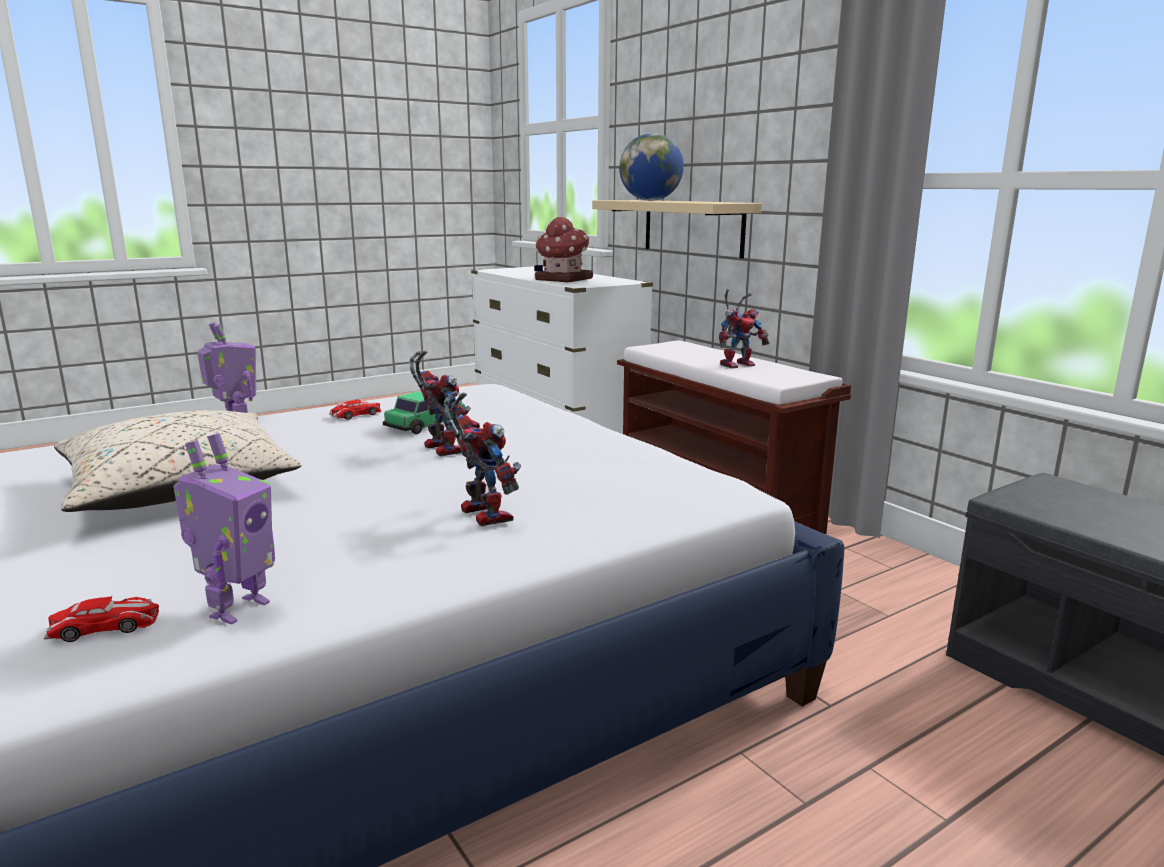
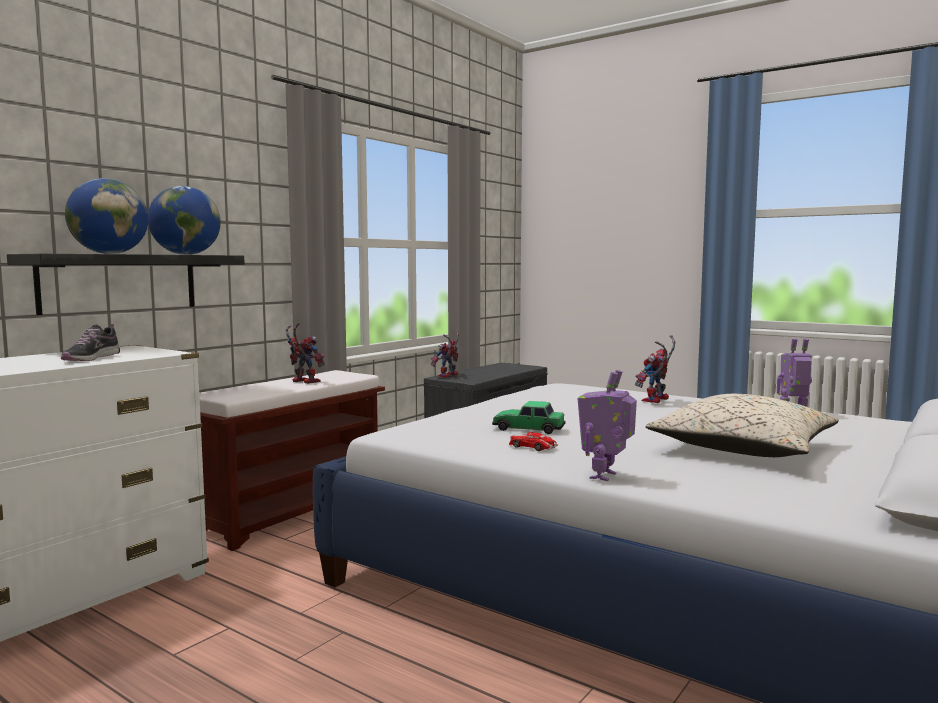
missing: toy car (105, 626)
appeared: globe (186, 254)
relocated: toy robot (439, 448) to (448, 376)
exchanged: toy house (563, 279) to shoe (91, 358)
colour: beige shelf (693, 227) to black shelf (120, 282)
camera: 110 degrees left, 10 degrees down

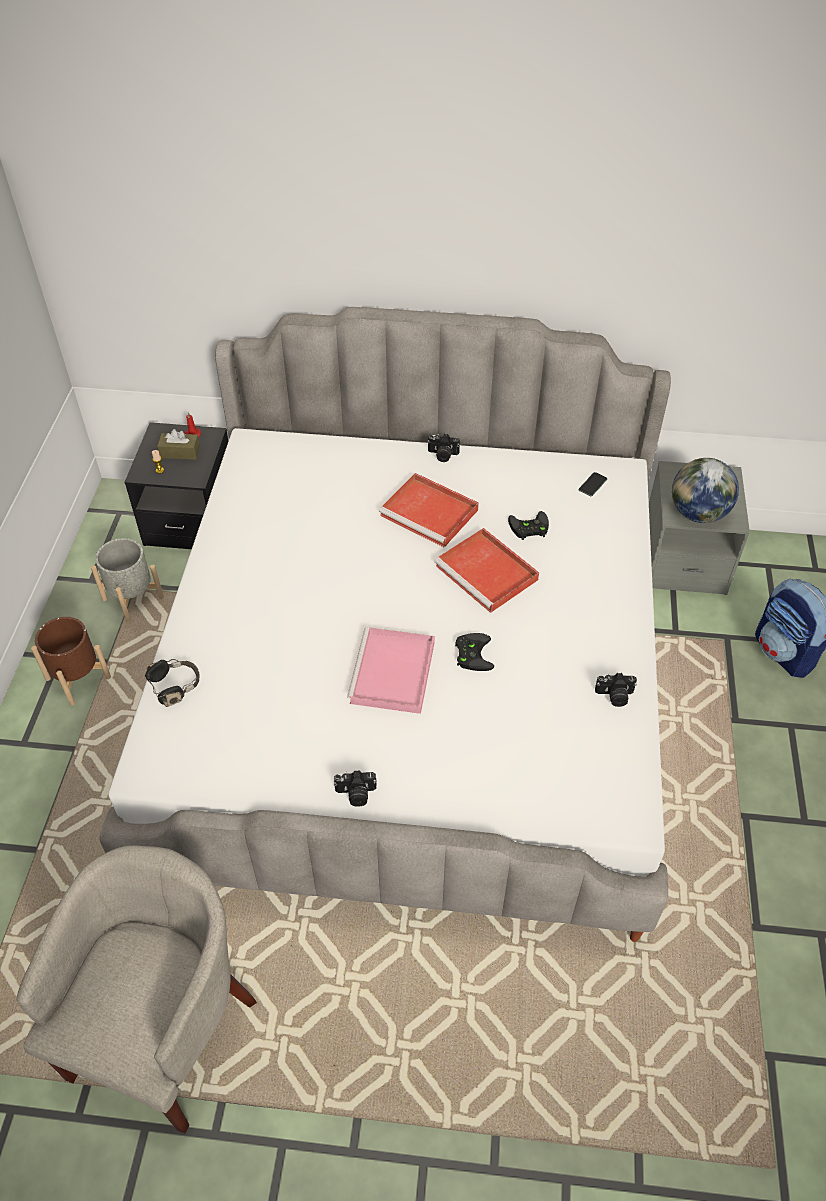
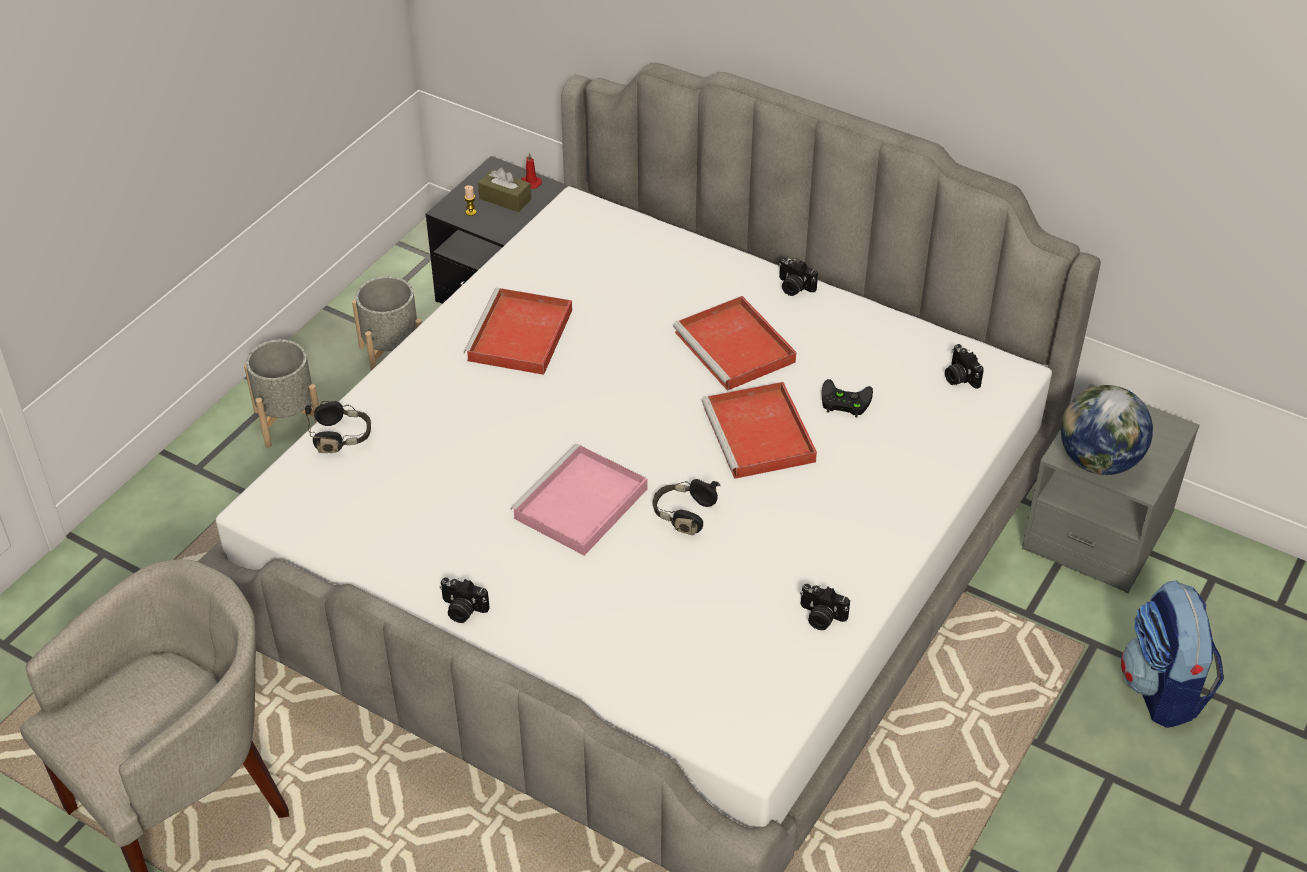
appeared: red tray (520, 337)
exchanged: black game controller (472, 653) to black headphones (683, 514); phone (592, 484) to photo camera (959, 377)
colour: brown planter (78, 678) to grey planter (288, 421)
camera: 25 degrees right, 5 degrees down

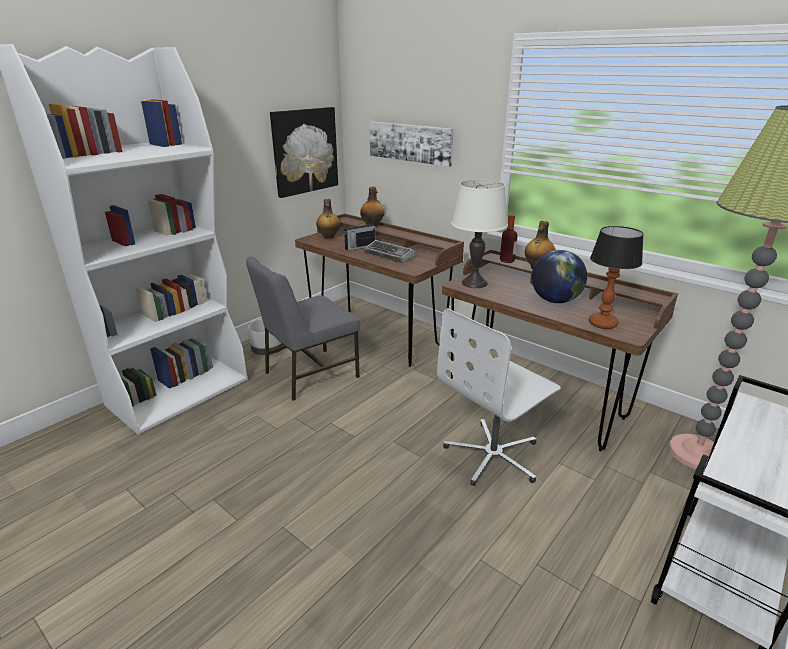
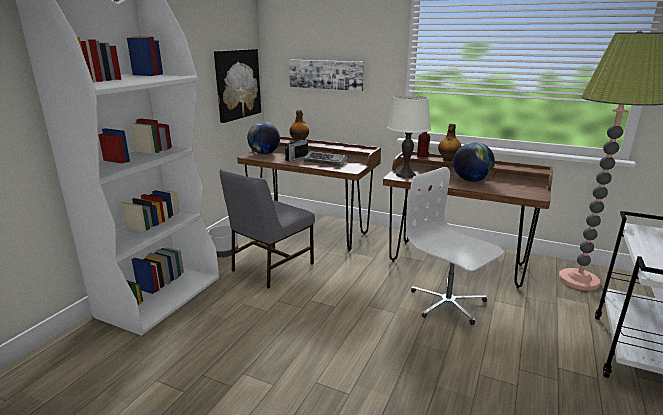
missing: table lamp (603, 324)
exchanged: bottle (328, 237) to globe (264, 153)
spun: white office chair (493, 455) = (447, 303) 105 degrees clockwise
camera: 15 degrees left, 5 degrees down

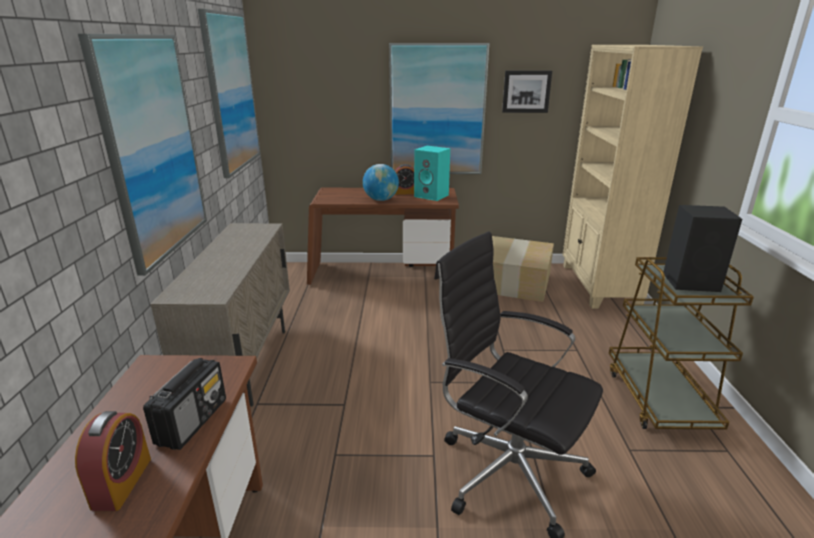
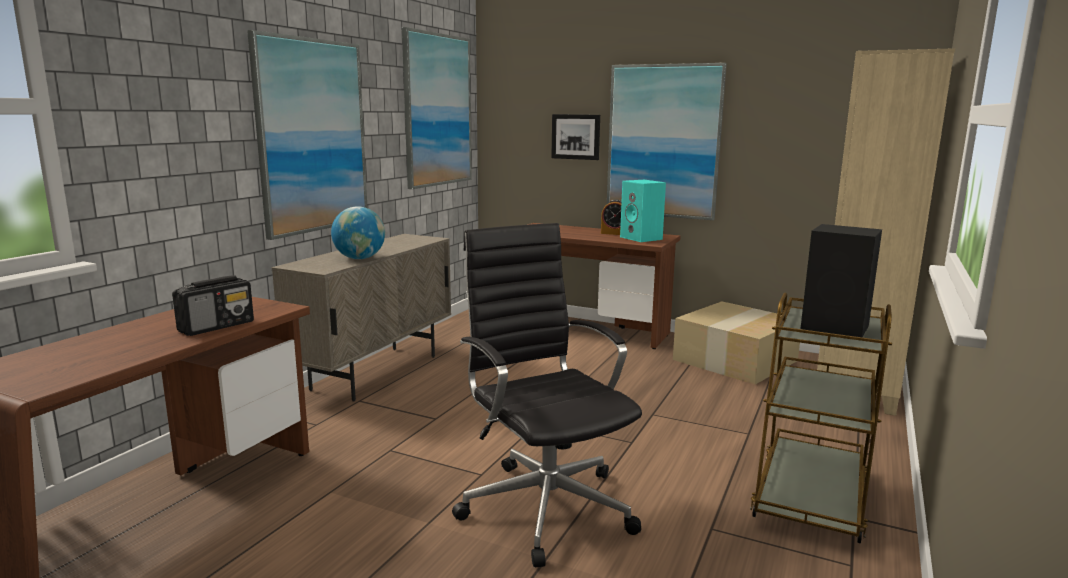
missing: alarm clock (122, 482)
relocated: globe (381, 200) to (359, 258); picture (526, 91) to (576, 136)
camera: 25 degrees right, 10 degrees down

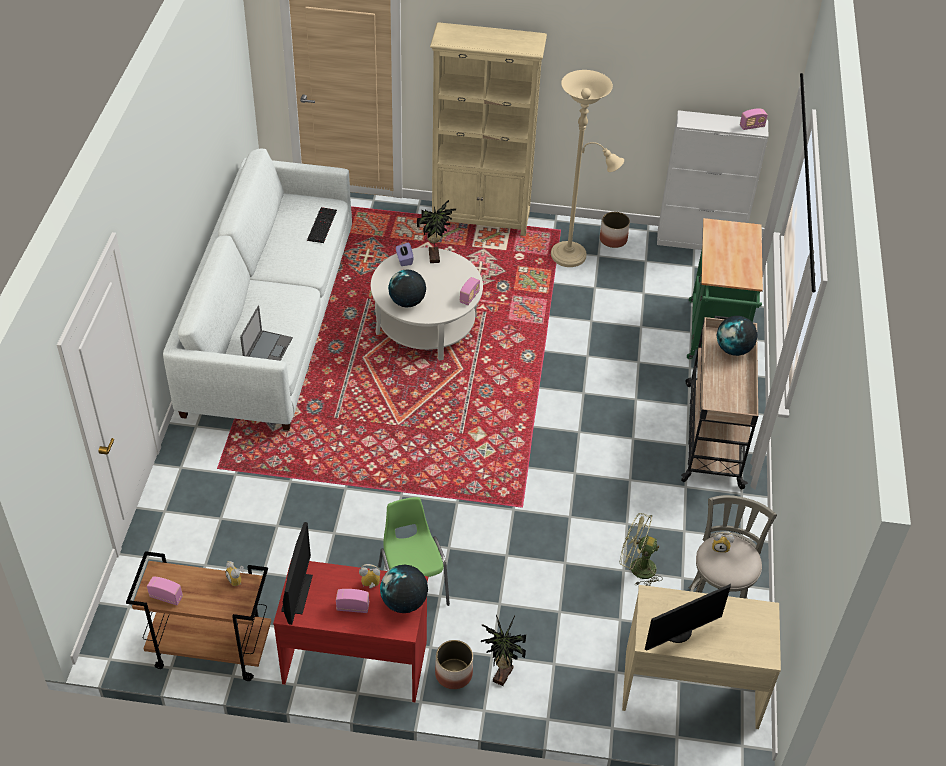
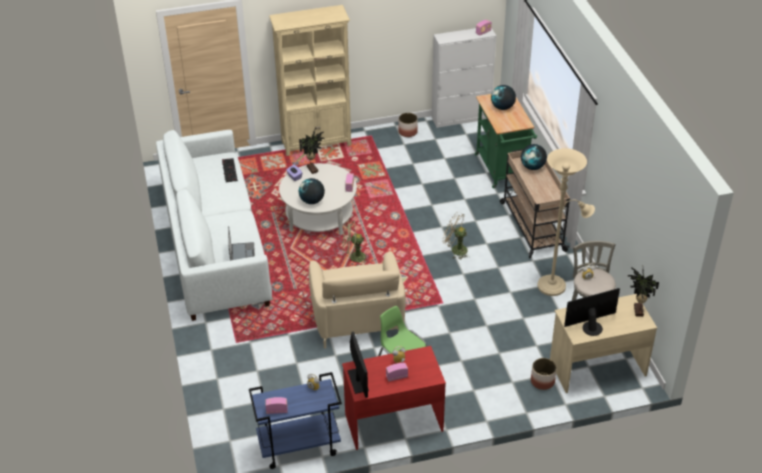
appeared: beige armchair (357, 317); beige fan (455, 250)
relocated: green fan (636, 568) to (354, 258); globe (404, 602) to (502, 107); planter (453, 673) to (542, 381); beige floor lamp (573, 256) to (555, 285); potted plant (501, 674) to (637, 311)
colour: brown cart (209, 650) to blue cart (298, 447)
spun: monitor (678, 632) = (591, 327) 150 degrees counterclockwise
camera: 20 degrees left, 5 degrees down

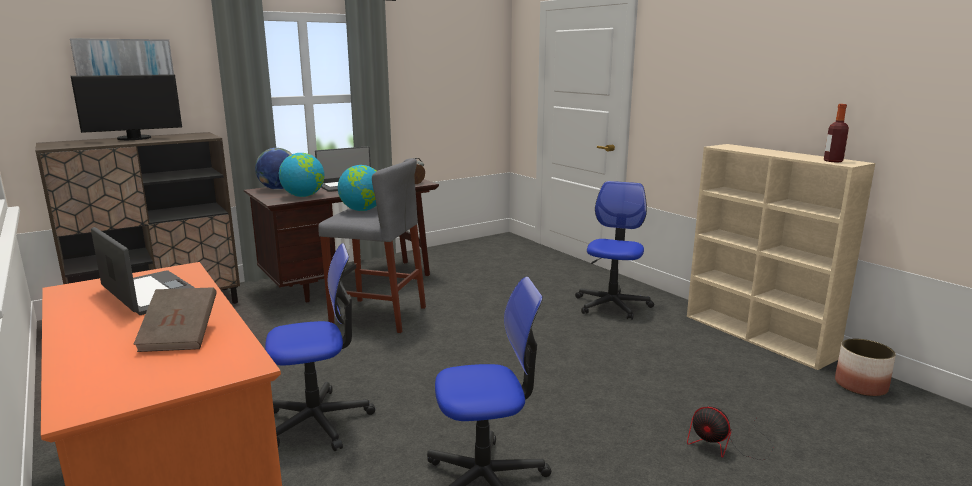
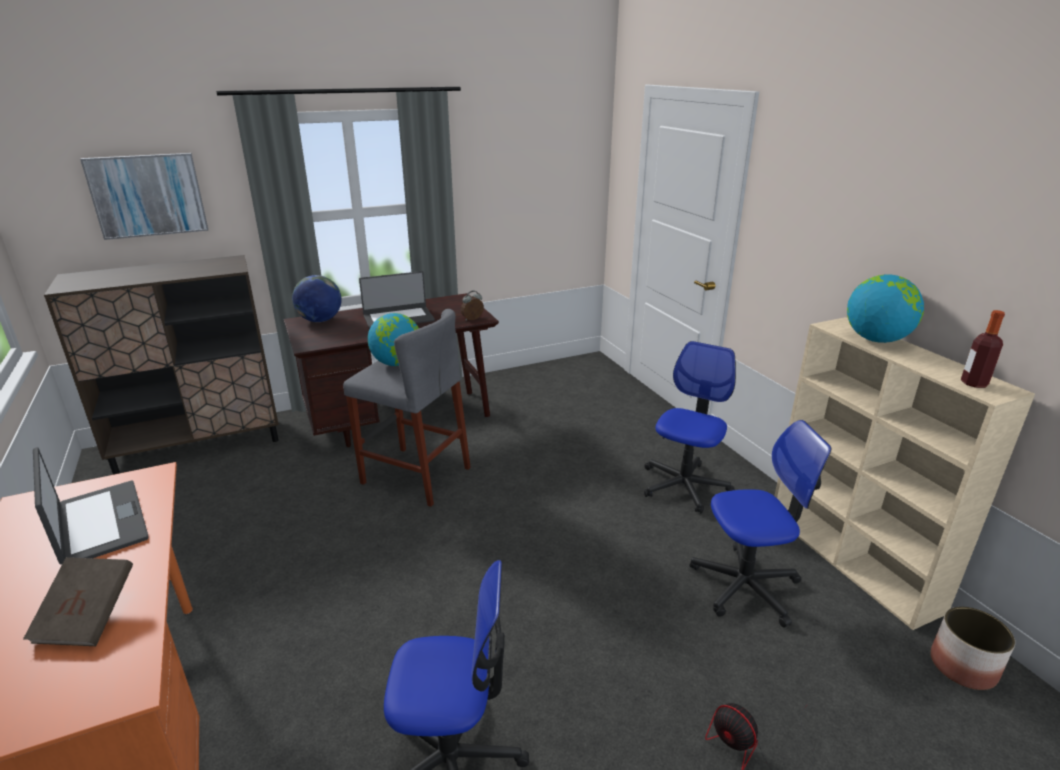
missing: monitor (134, 138)
relocated: office chair (318, 421) to (745, 586); globe (303, 196) to (876, 339)
camera: 10 degrees right, 10 degrees up

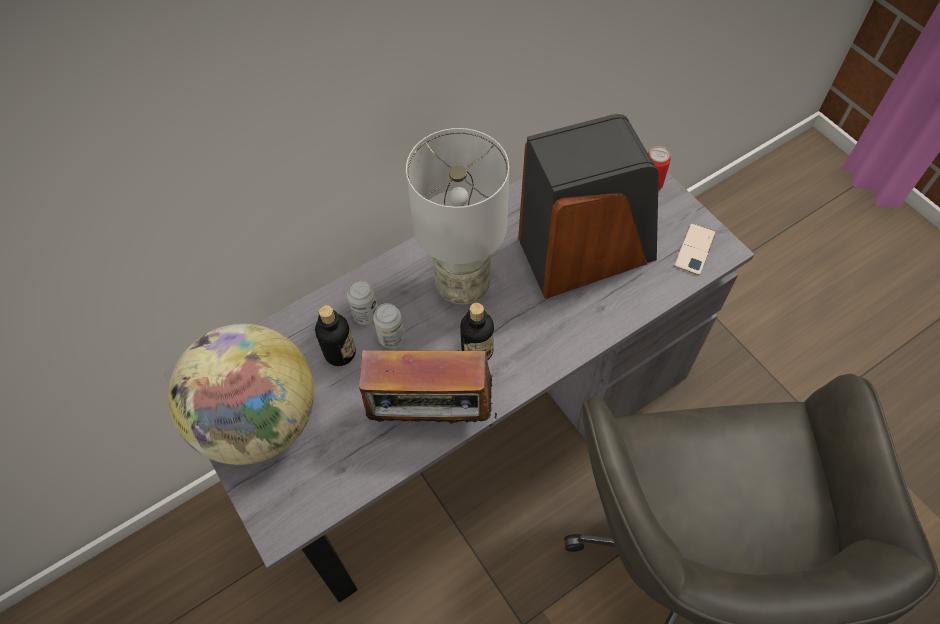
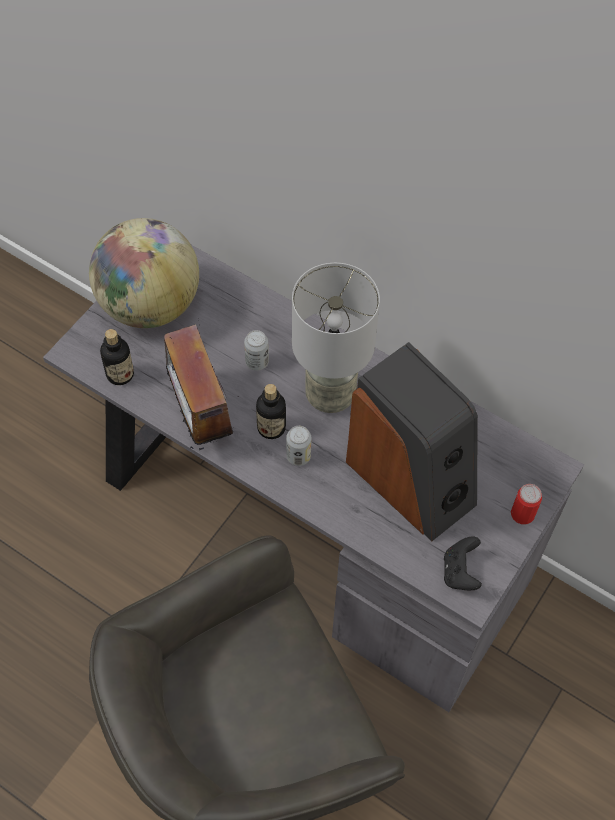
relocated: bottle (340, 353) to (120, 374); can (366, 315) to (298, 456)
exchanged: phone (694, 249) to black game controller (460, 572)
camera: 65 degrees right, 0 degrees up

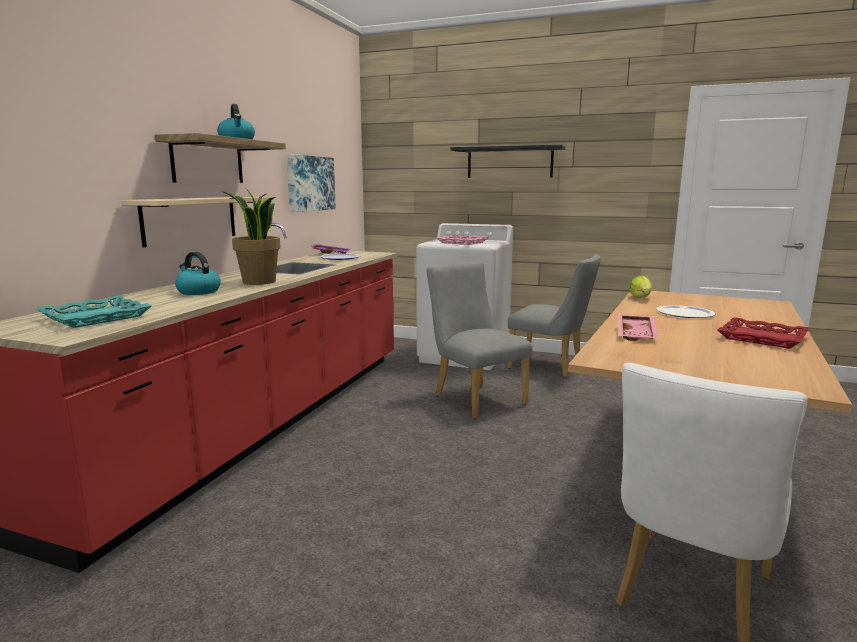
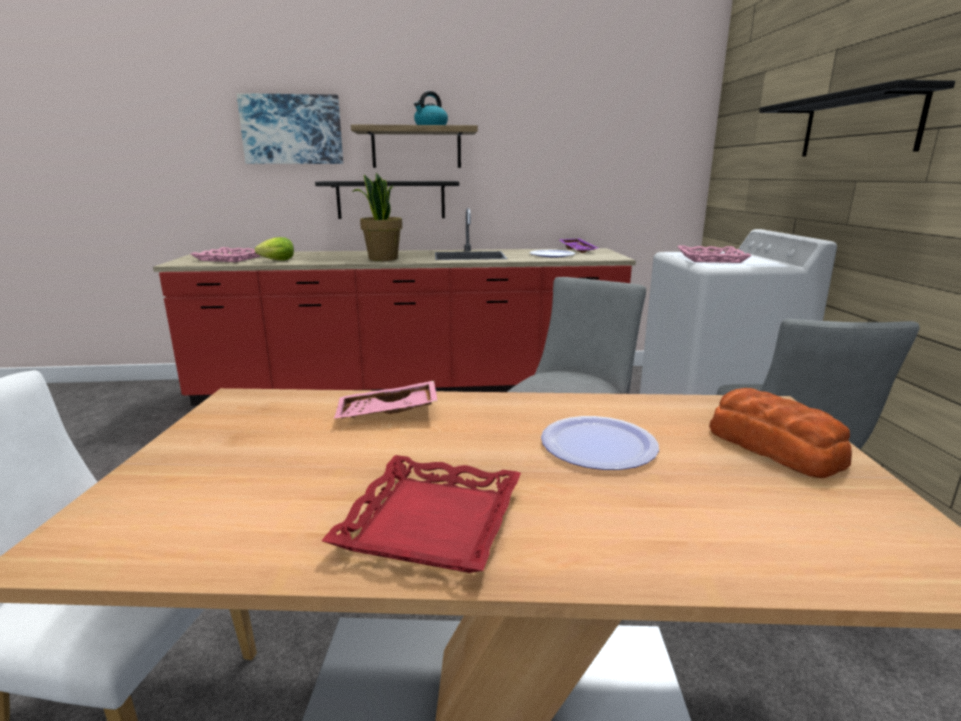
missing: kettle (198, 292)
appeared: bread (773, 446)
relocated: picture (310, 183) to (292, 129); lettuce (641, 298) to (275, 260)
colour: turquoise tray (96, 317) to pink tray (231, 258); beige shelf (190, 219) to black shelf (391, 200)
camera: 65 degrees right, 5 degrees up

